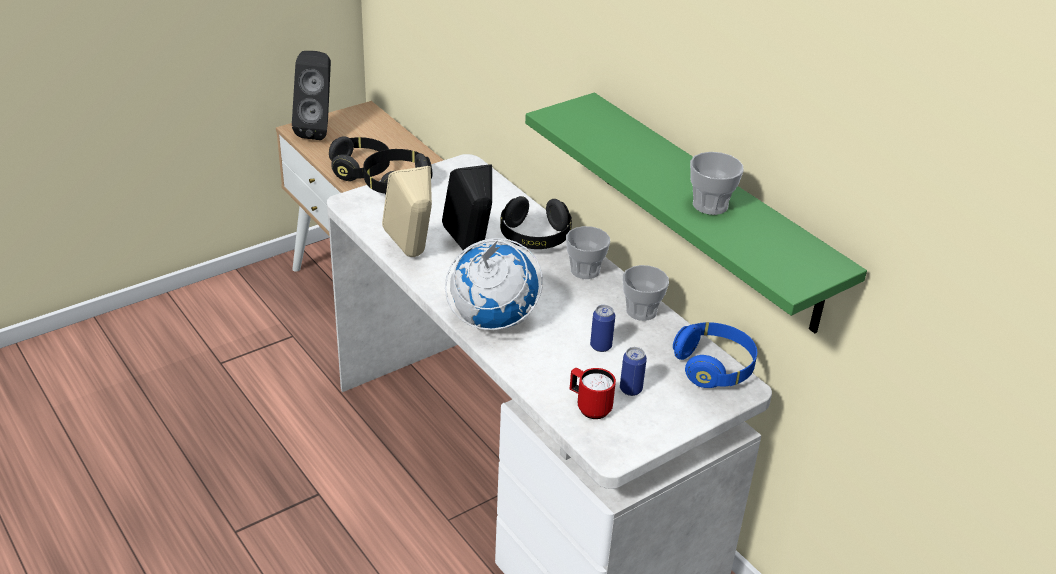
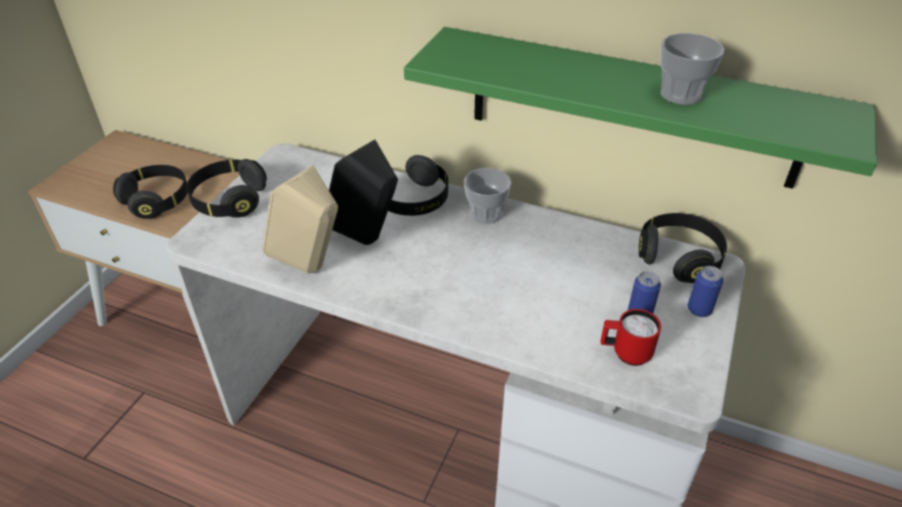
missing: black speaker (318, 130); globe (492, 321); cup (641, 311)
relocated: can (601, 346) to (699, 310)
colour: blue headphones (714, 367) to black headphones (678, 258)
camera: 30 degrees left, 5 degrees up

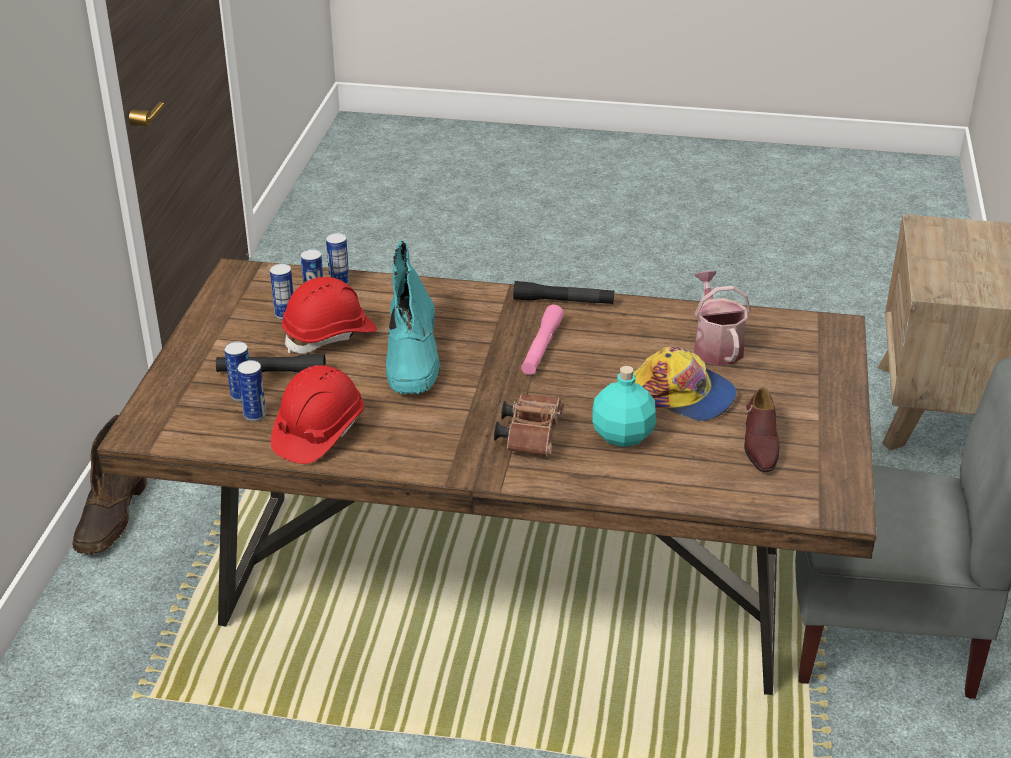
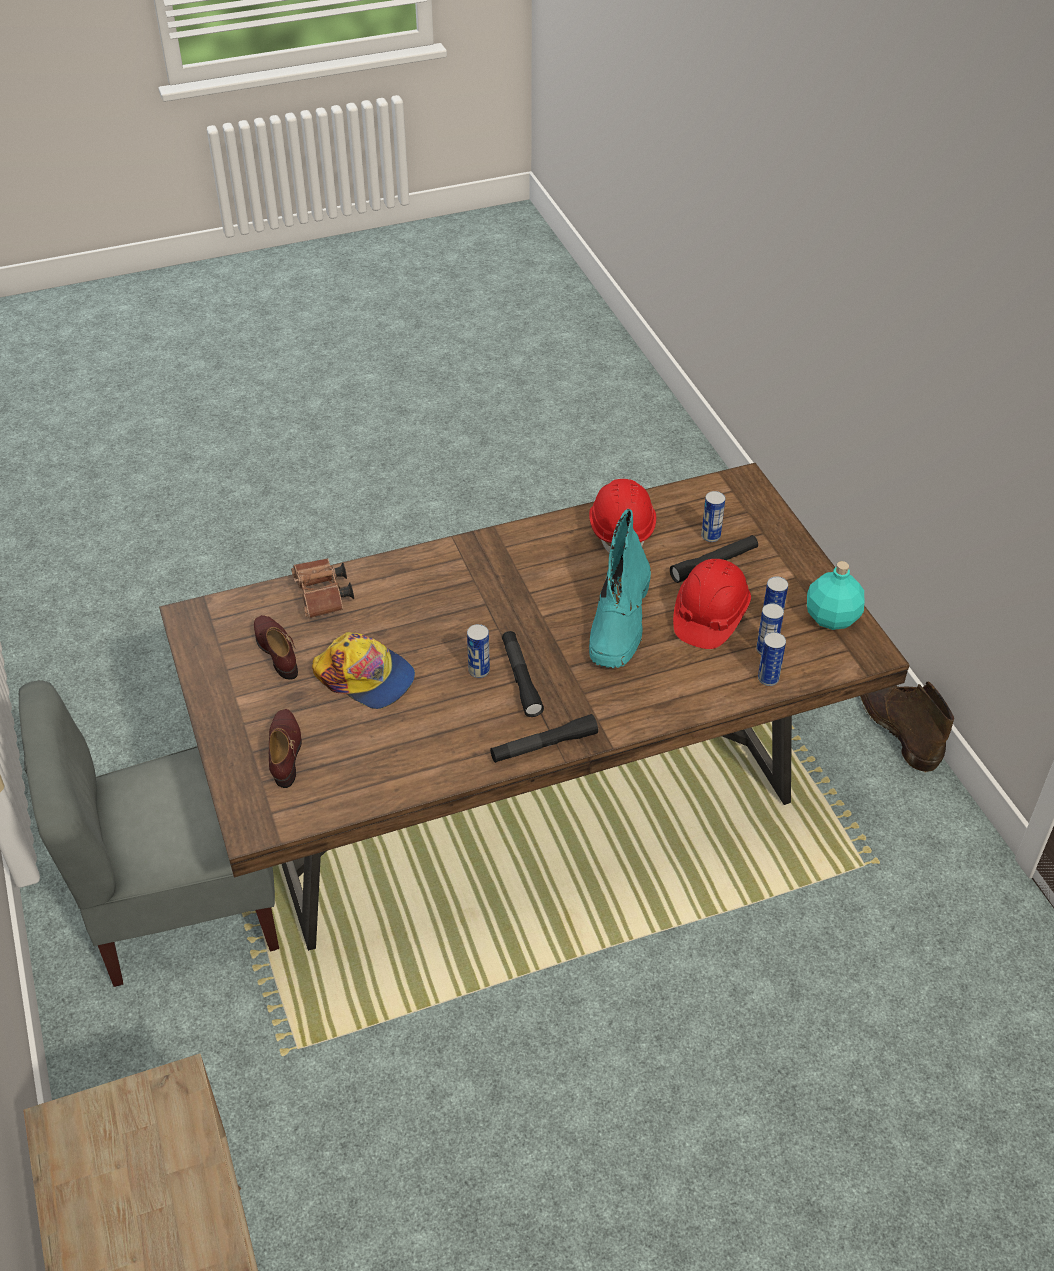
missing: watering can (716, 346)
appeared: brown shoe (285, 751)
relocated: brown binoculars (531, 435) to (323, 598); can (255, 415) to (479, 671); turquoise bottle (622, 435) to (832, 618)
colour: pink flashlight (541, 348) to black flashlight (521, 679)
spun: cap (682, 394) = (365, 677) 150 degrees counterclockwise; turquoise boot (413, 358) = (619, 623) 135 degrees counterclockwise
camera: 150 degrees right, 10 degrees up

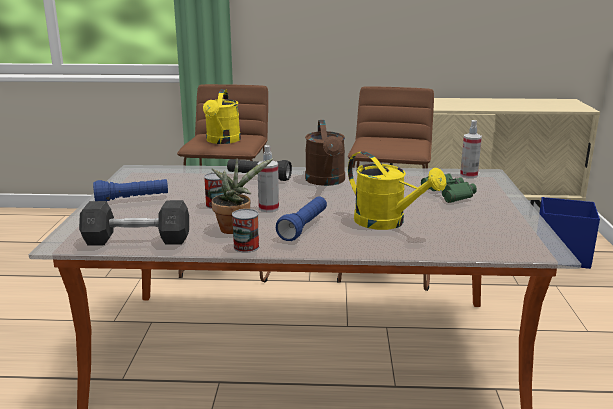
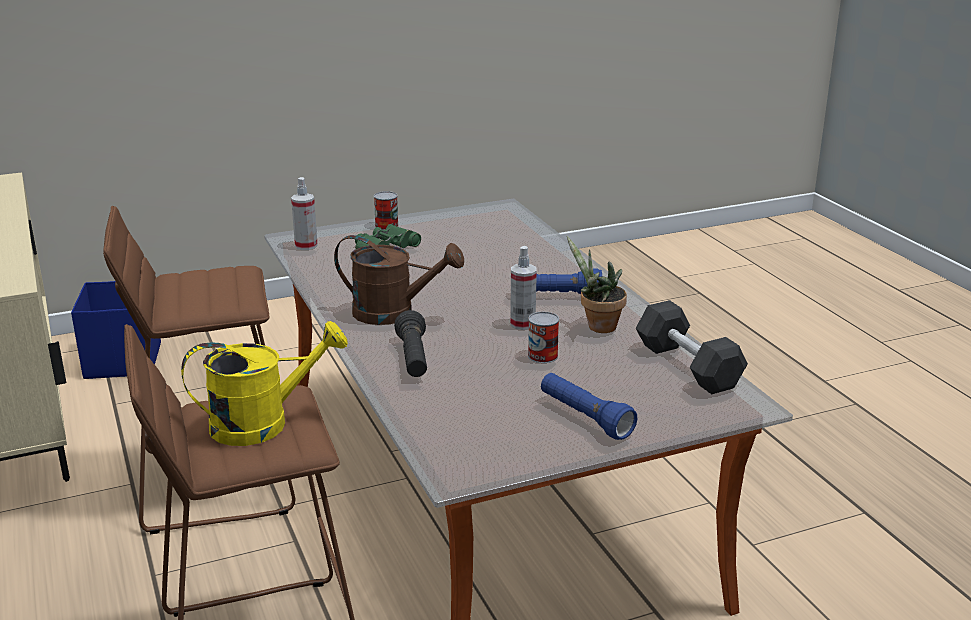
missing: yellow watering can (387, 223)
relocated: can (246, 247) to (386, 226)
spun: brown watering can (326, 181) = (394, 313) 45 degrees clockwise
camera: 115 degrees left, 5 degrees up

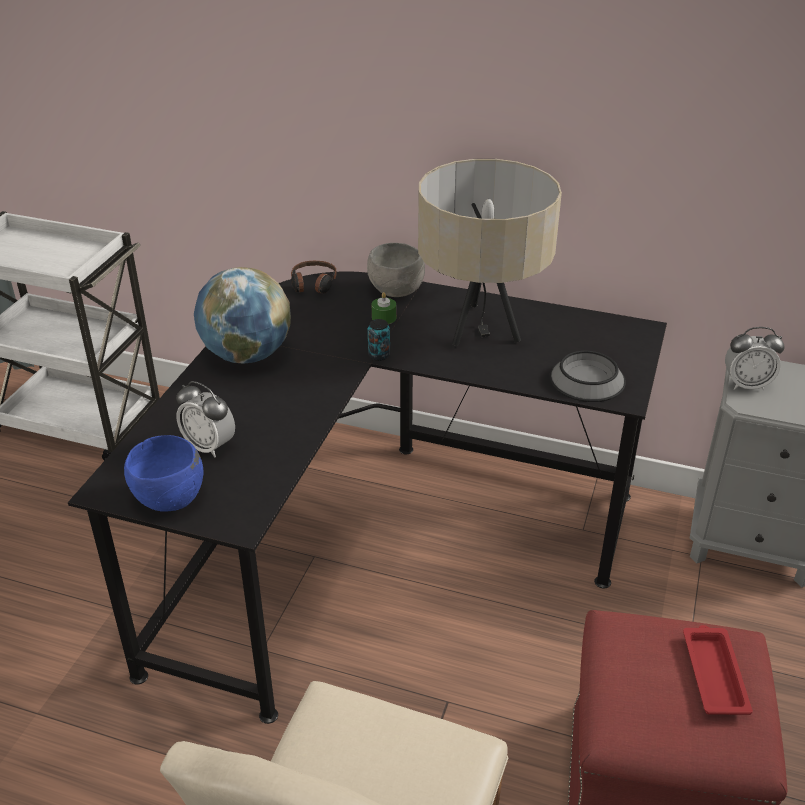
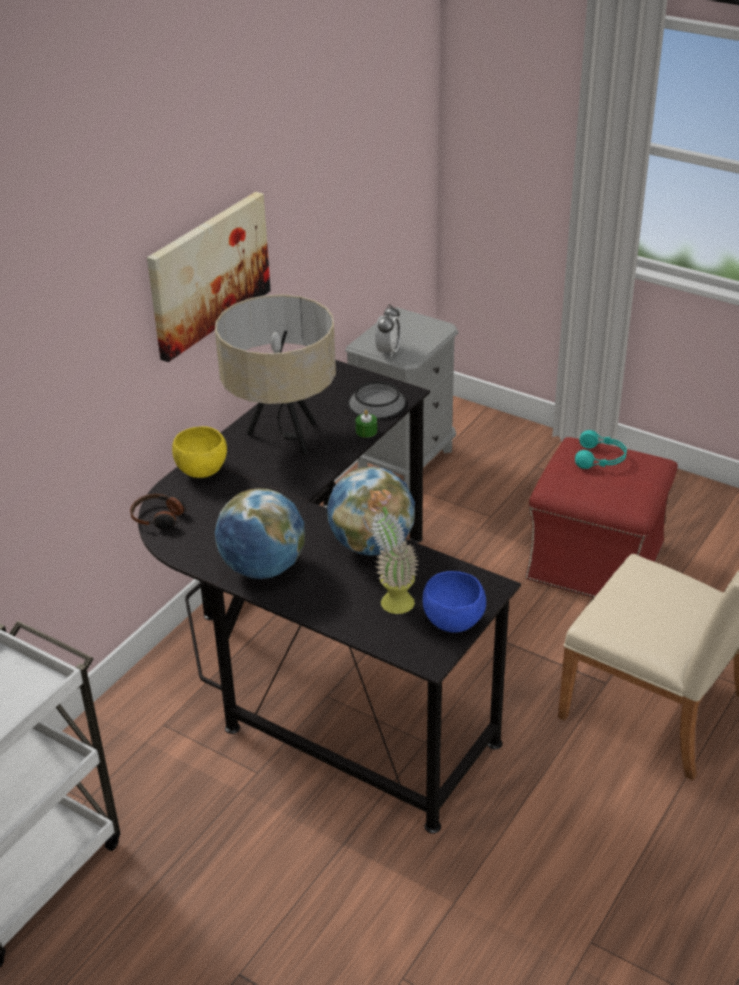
missing: can (379, 355)
appeared: picture (208, 274); globe (371, 545)
relocated: green candle (384, 317) to (366, 431)
exchanged: alarm clock (209, 446) to potted plant (391, 598); red tray (713, 673) to turquoise headphones (600, 458)
colour: grey bowl (396, 292) to yellow bowl (202, 471)
camera: 75 degrees left, 0 degrees up

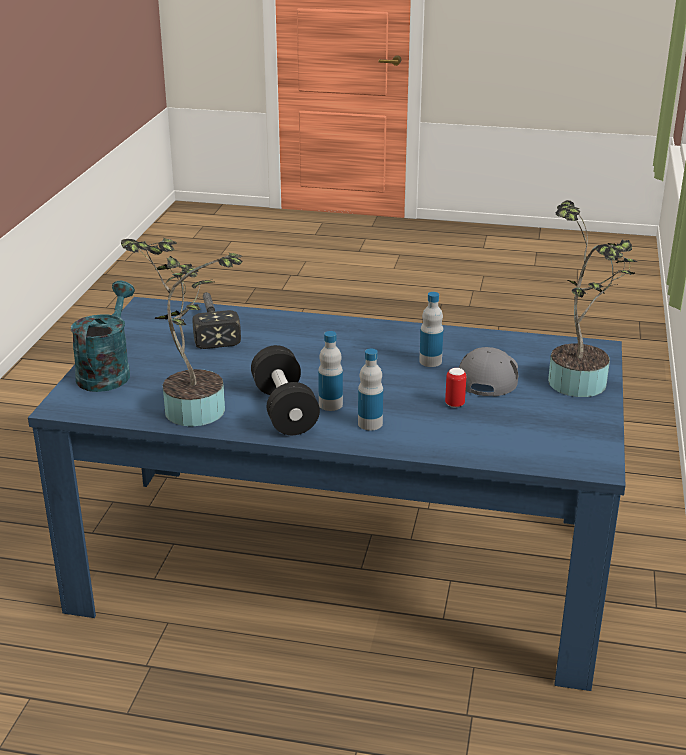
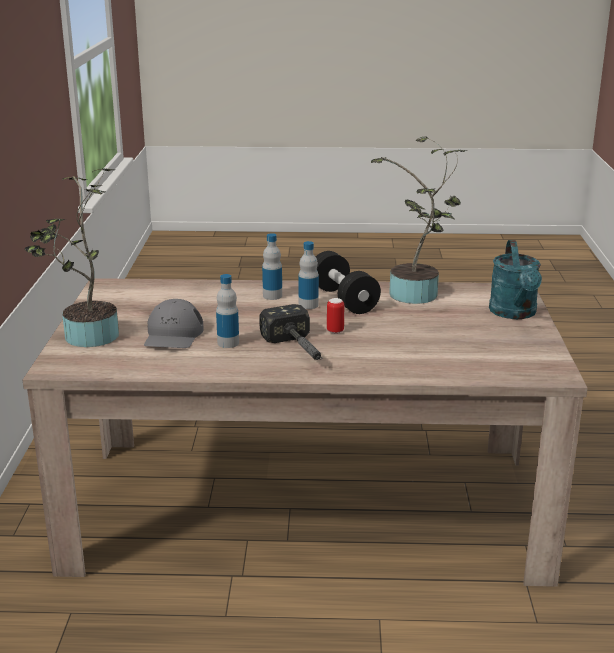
relocated: hammer (212, 325) to (299, 350); can (454, 404) to (335, 331)
colour: blue dining table (342, 566) to beige dining table (307, 507)
camera: 170 degrees right, 5 degrees down

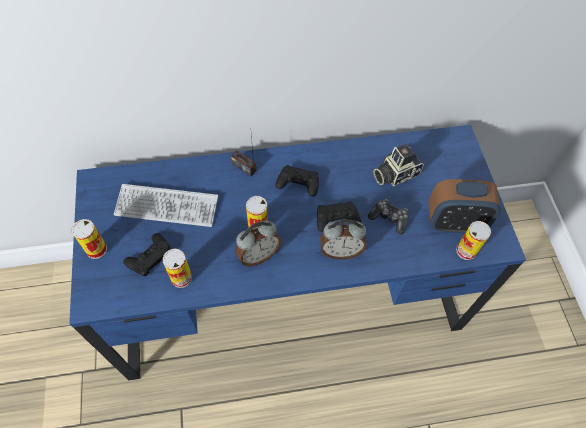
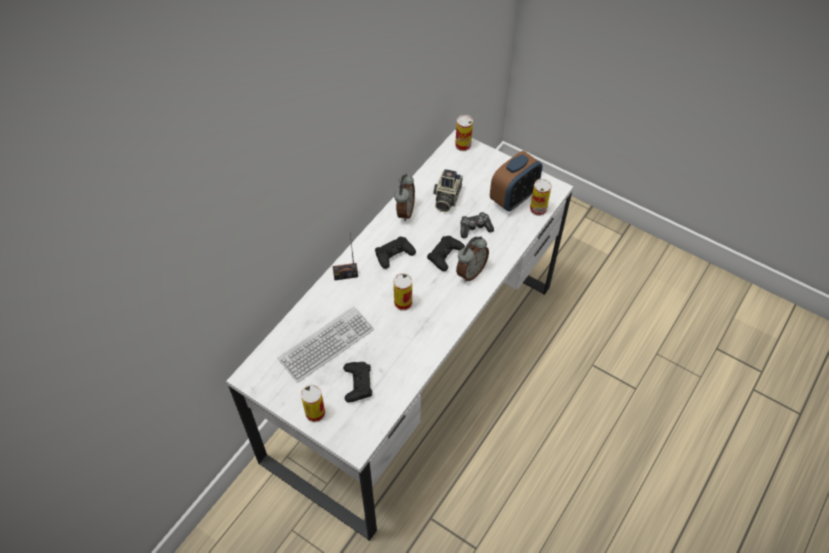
relocated: alarm clock (258, 255) to (404, 211); can (181, 278) to (463, 145)
colour: blue desk (289, 293) to white desk (414, 370)
camera: 45 degrees left, 5 degrees down

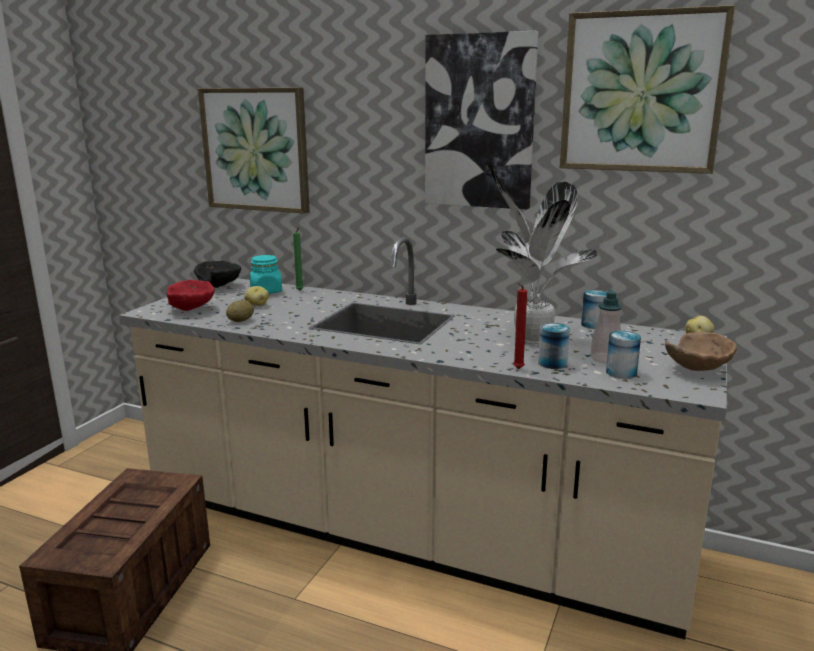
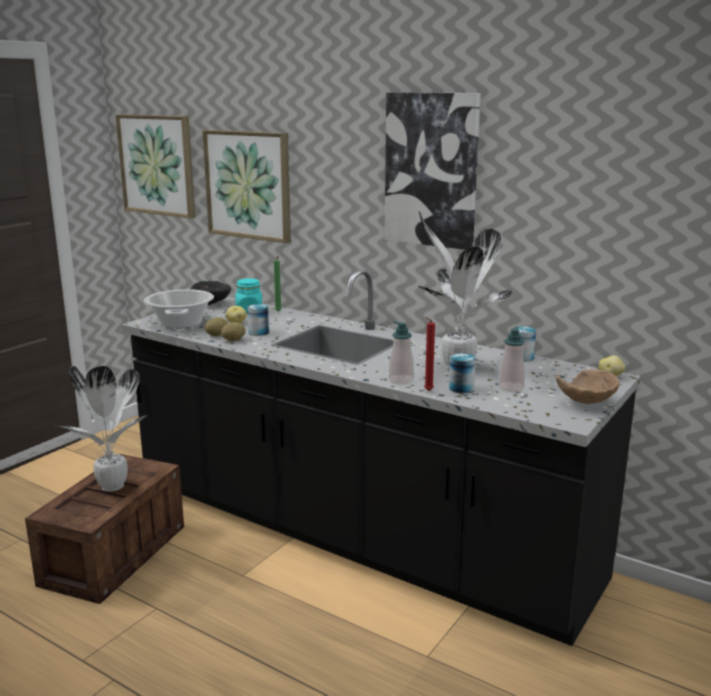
appeared: potted plant (112, 487); potato (233, 340); soap dispenser (401, 380)
relocated: picture (641, 92) to (157, 165); can (621, 373) to (258, 332)
exchanged: red bowl (192, 310) to cooking pot (181, 323)
colour: beige counter (408, 531) to black counter (355, 533)
camera: 10 degrees right, 0 degrees up

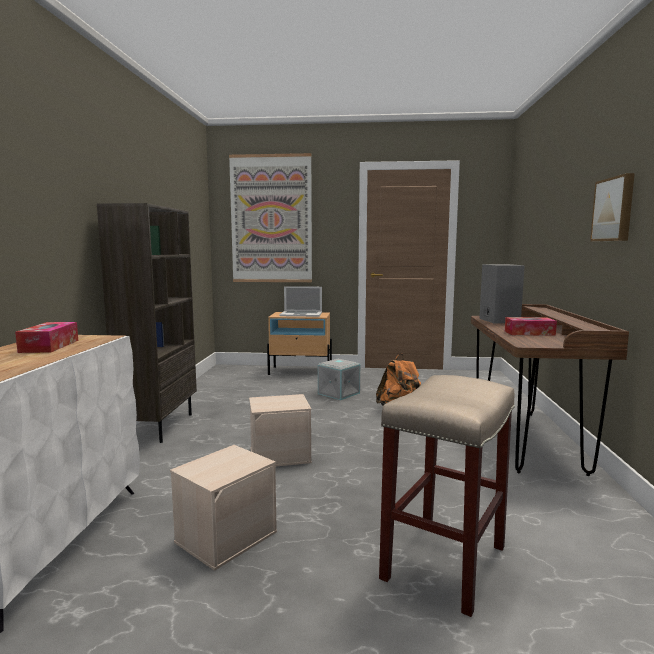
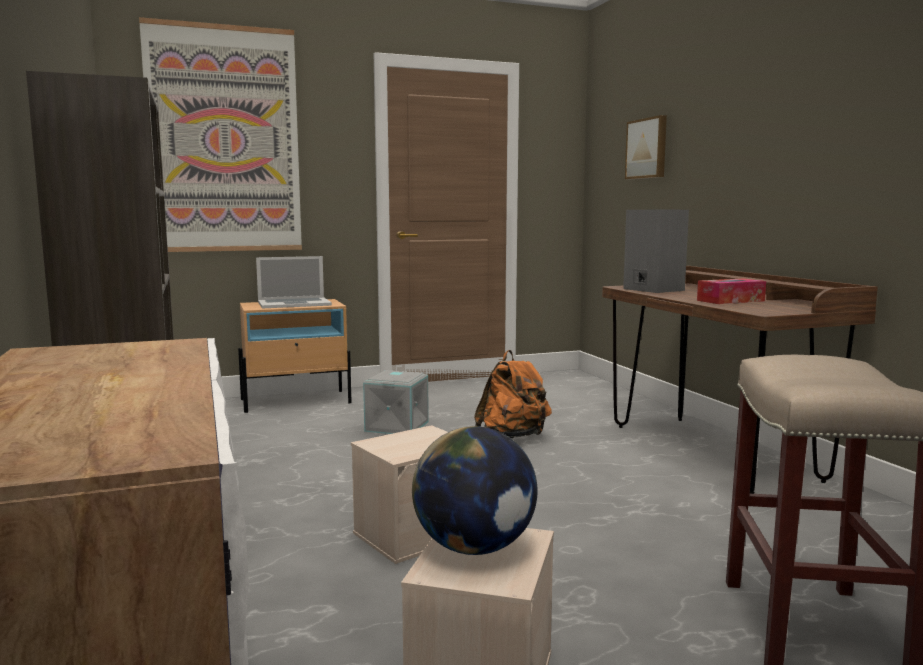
missing: tissue box (49, 346)
appeared: globe (474, 548)
relocated: picture (614, 209) to (647, 148)
camera: 25 degrees left, 0 degrees up

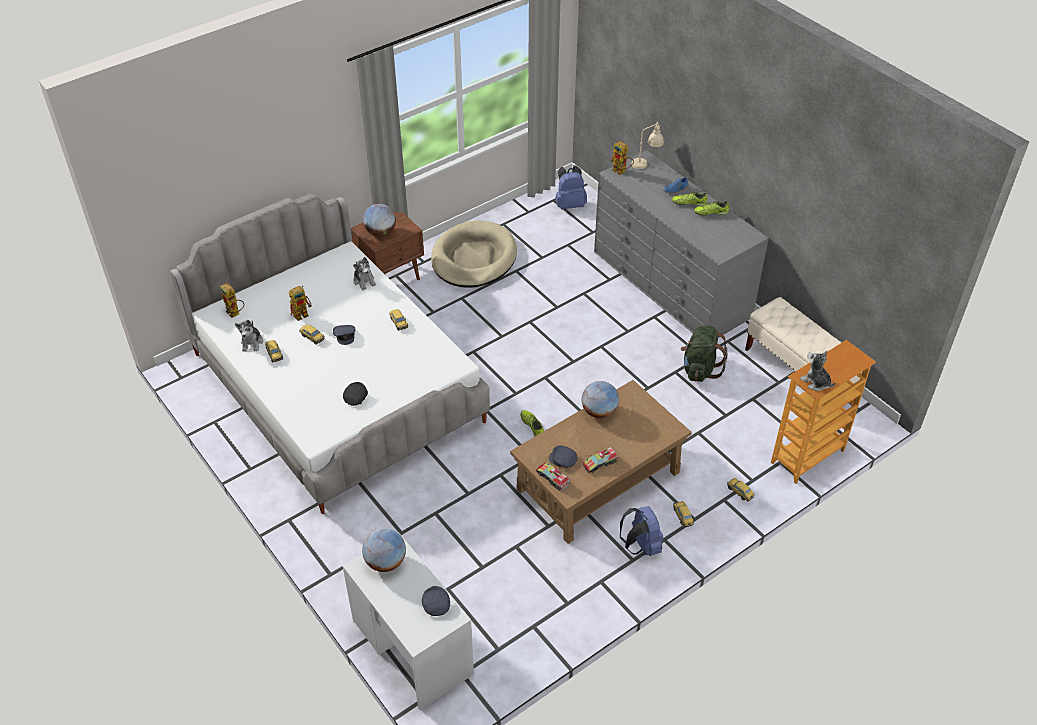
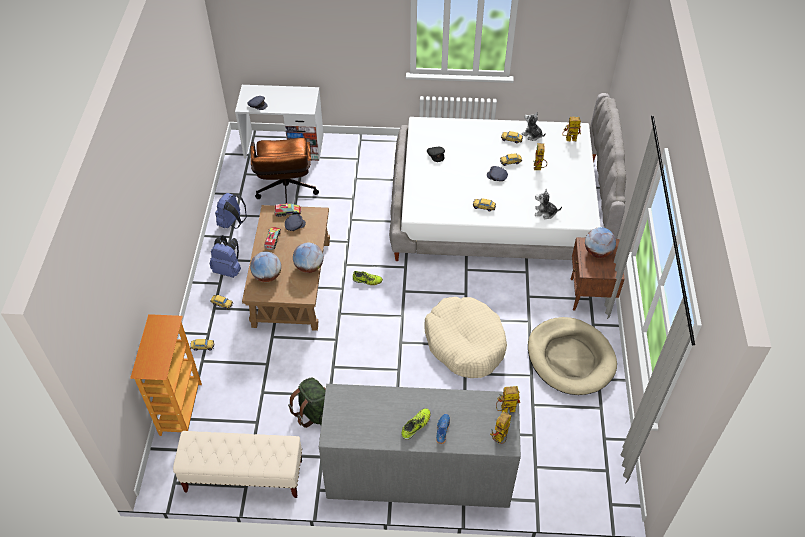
missing: shoe (710, 212); plush toy (816, 382)
appeared: brown office chair (286, 194); beige dog bed (465, 343)
relocated: blue backpack (569, 204) to (233, 223); globe (385, 562) to (267, 276)
exchanged: beige table lamp (646, 163) to toy robot (499, 439)
camera: 130 degrees right, 5 degrees up

